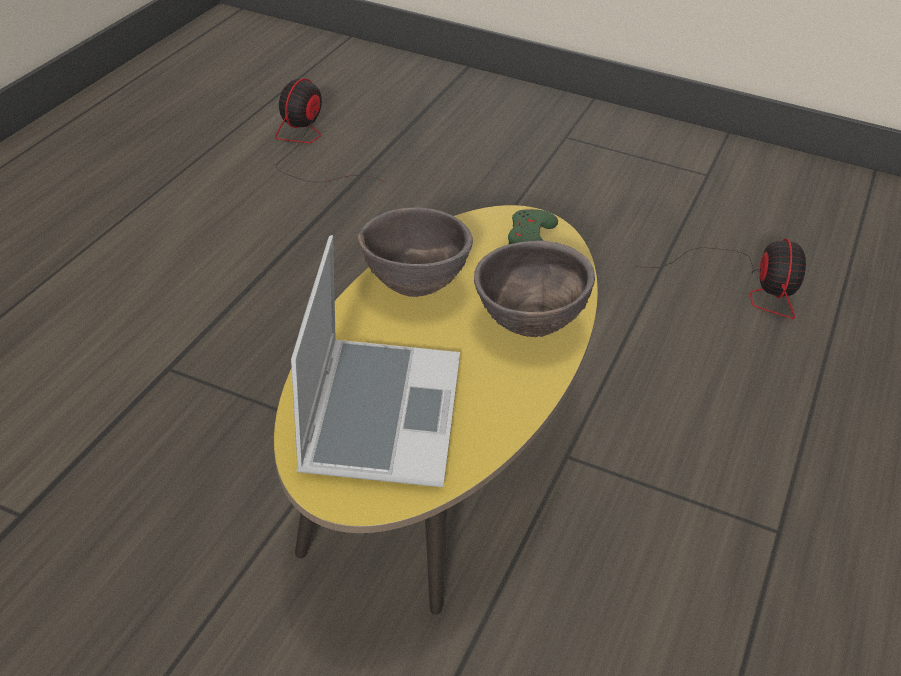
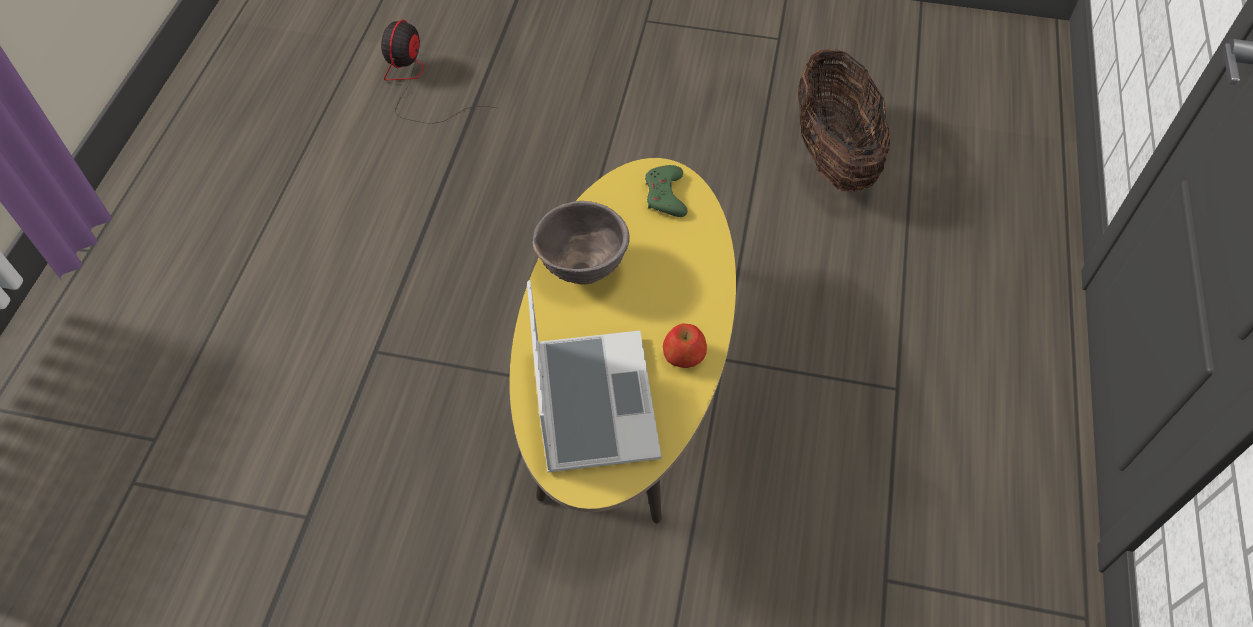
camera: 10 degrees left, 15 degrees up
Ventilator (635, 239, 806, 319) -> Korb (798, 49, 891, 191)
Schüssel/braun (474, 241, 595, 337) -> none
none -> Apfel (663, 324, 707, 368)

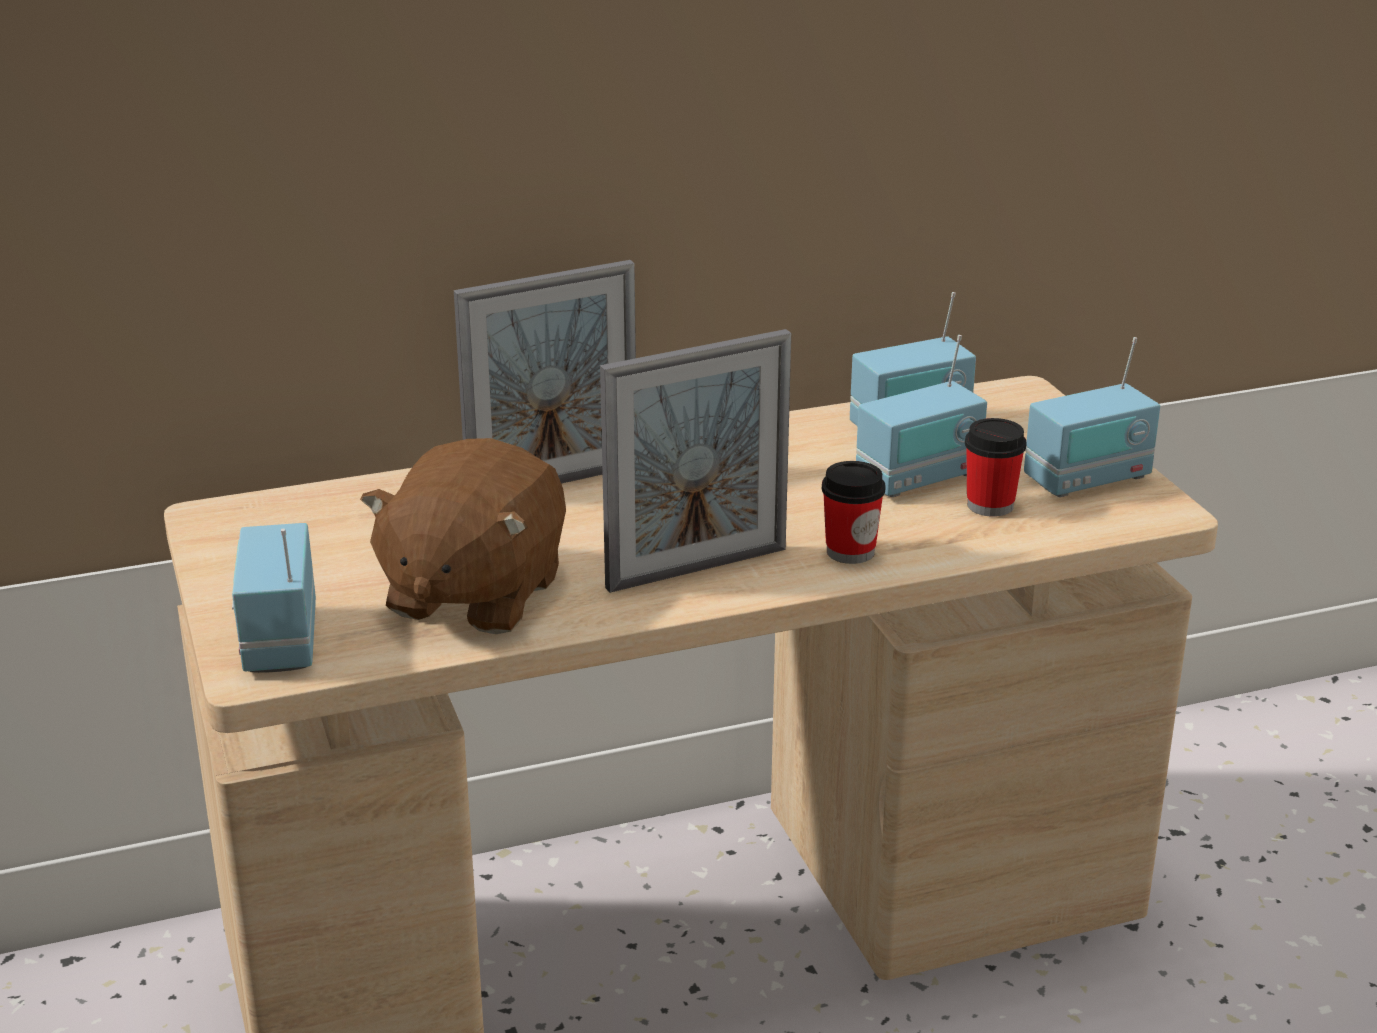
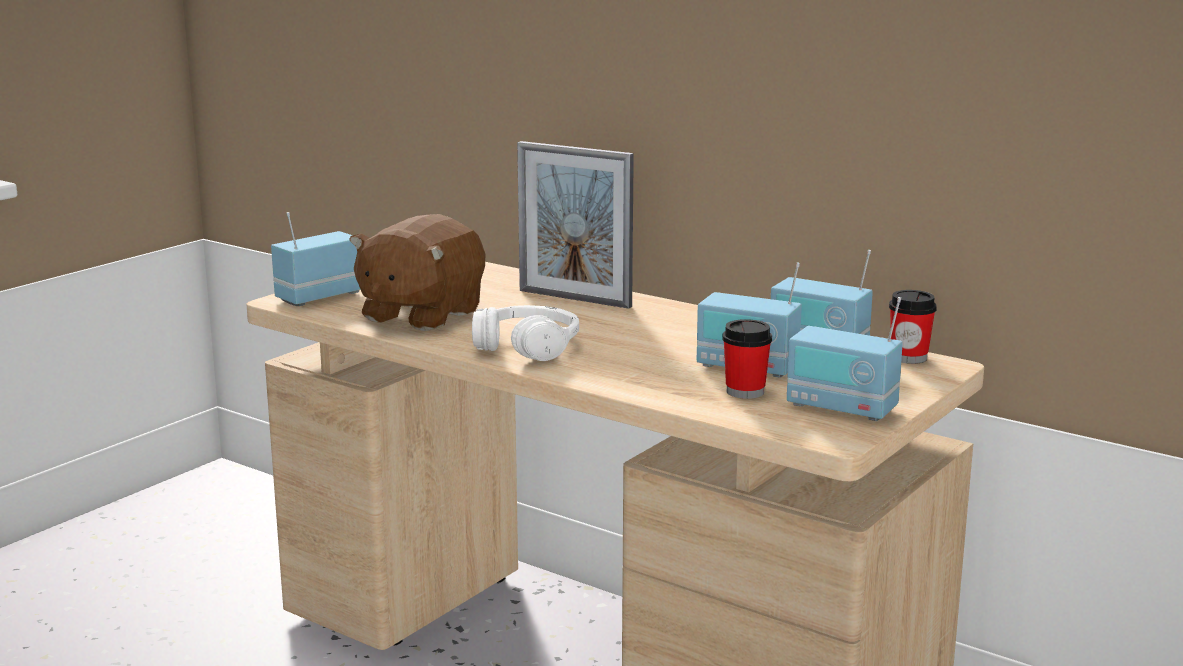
camera: 55 degrees right, 10 degrees down
Bilderrahmen (600, 329, 791, 593) -> Kopfhörer/weiß (472, 305, 579, 361)
Plüschtier/braun (360, 438, 566, 634) -> Plüschtier/braun (349, 214, 485, 331), 45 degrees counterclockwise
Tasse (822, 461, 886, 564) -> Tasse (889, 290, 937, 364), moved

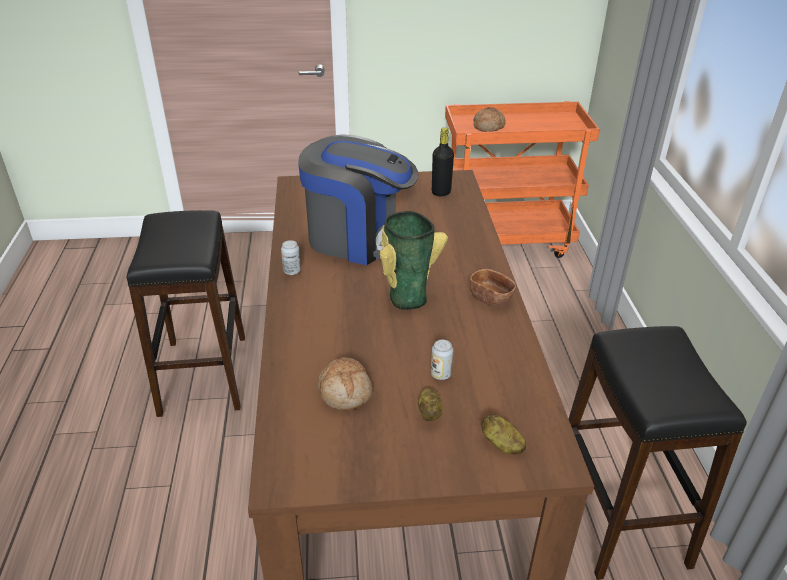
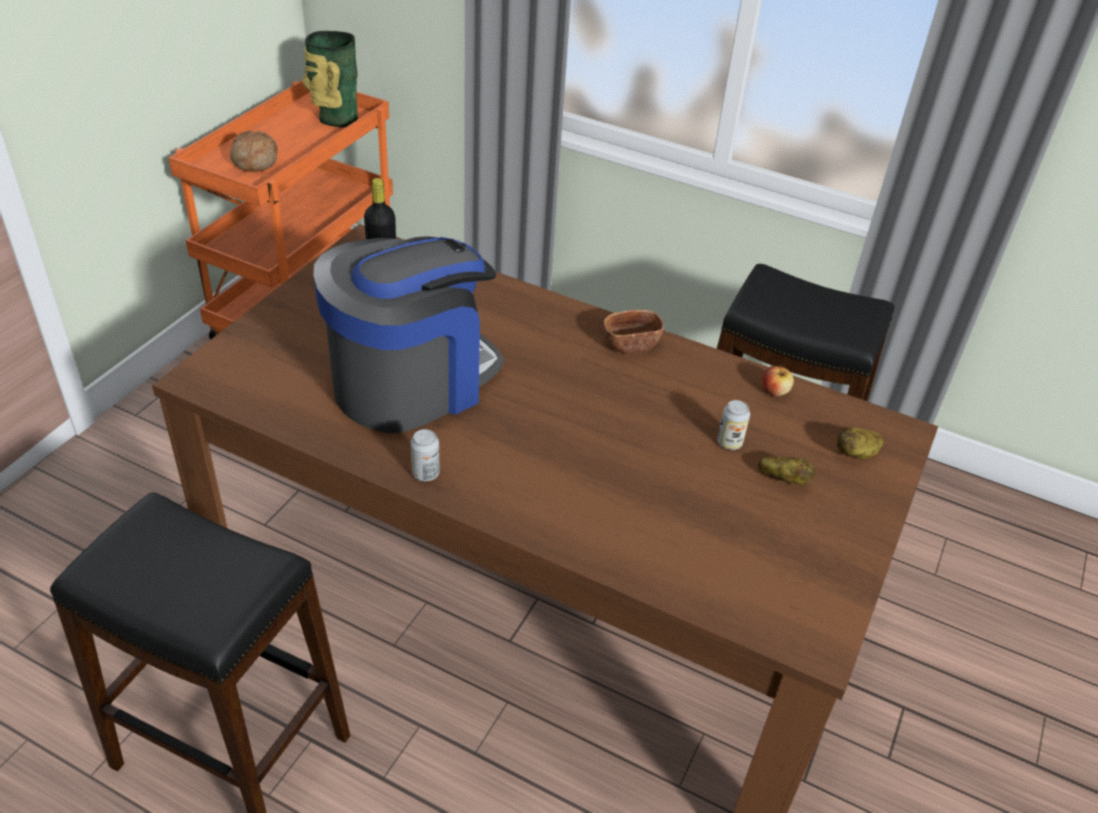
camera: 60 degrees left, 5 degrees up
Vase (380, 211, 448, 310) -> Vase (303, 31, 358, 127), moved
Brot (318, 357, 373, 410) -> none
none -> Apfel (763, 365, 794, 396)

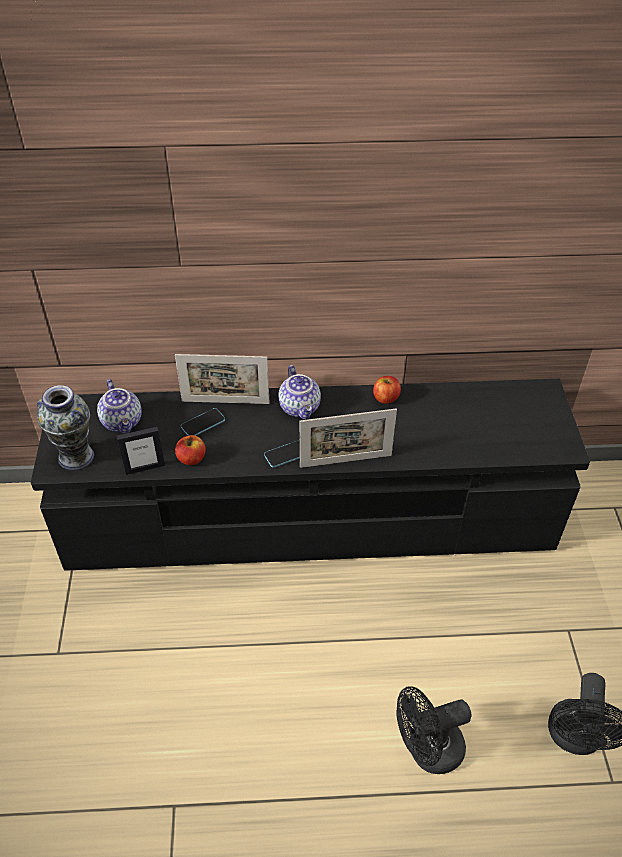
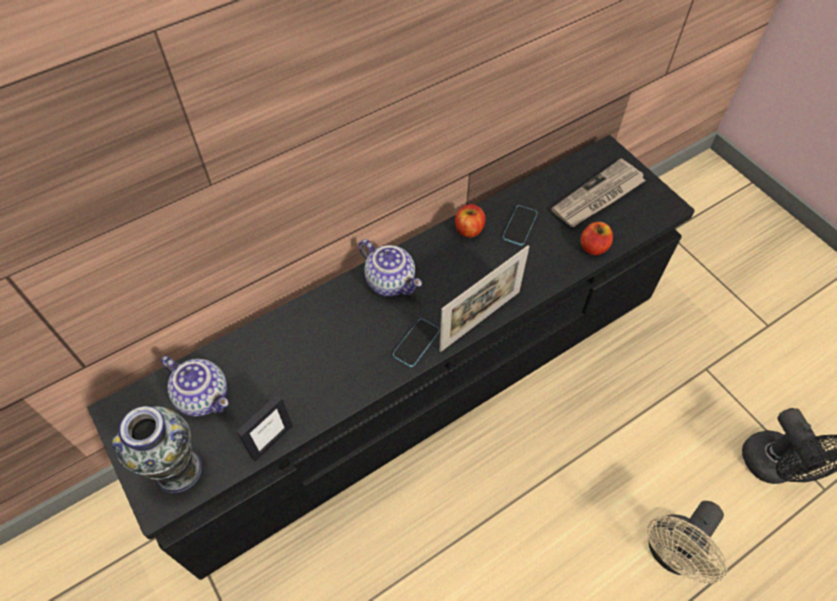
camera: 30 degrees left, 10 degrees up
Bilderrahmen (175, 354, 269, 404) -> none
Handy (181, 408, 225, 436) -> Handy (503, 205, 537, 246), moved
Apfel (175, 435, 206, 465) -> Apfel (580, 222, 613, 255), moved
Ventilator/schwarz (396, 686, 471, 774) -> Ventilator/beige (647, 501, 728, 583)
none -> Zeitung (551, 158, 646, 227)

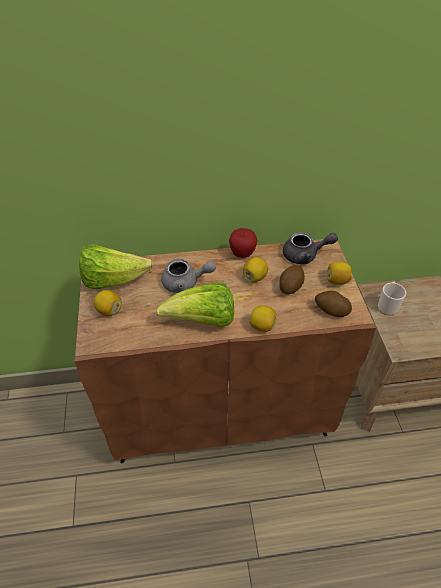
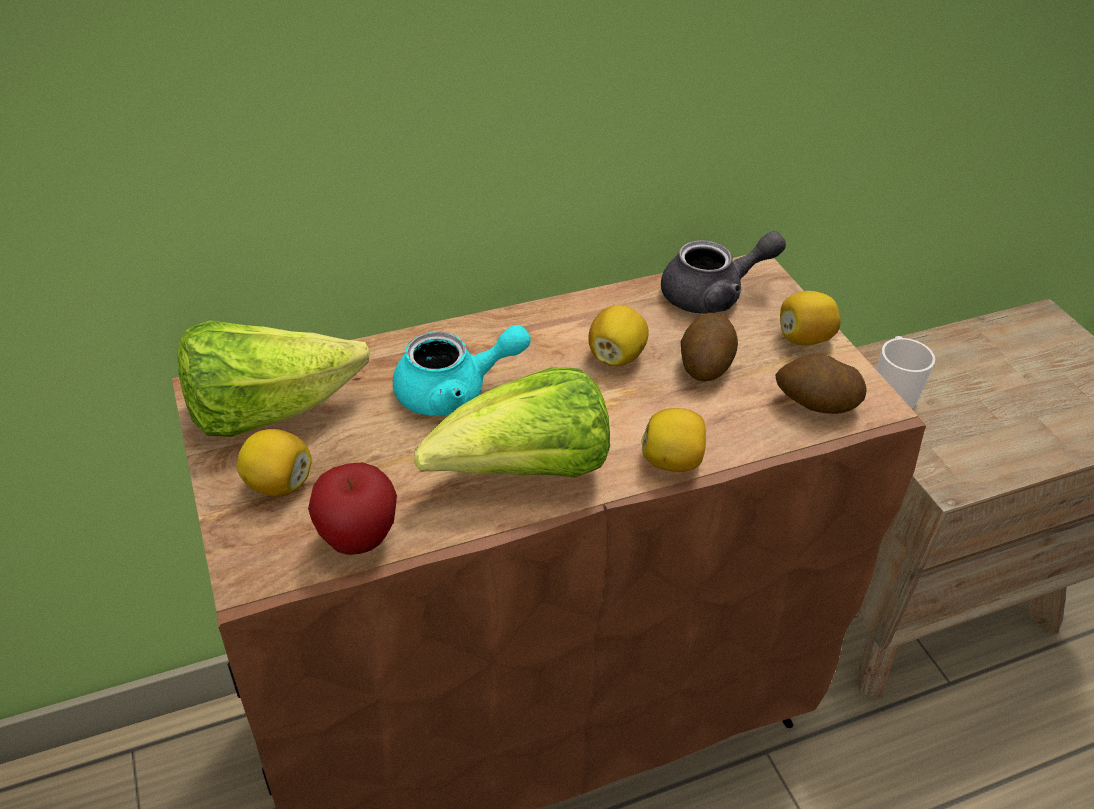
camera: 15 degrees left, 5 degrees down
Apfel (229, 228, 258, 258) -> Apfel (308, 462, 397, 555), moved
Teekanne/grau (161, 259, 216, 293) -> Teekanne/türkis (393, 325, 531, 416)

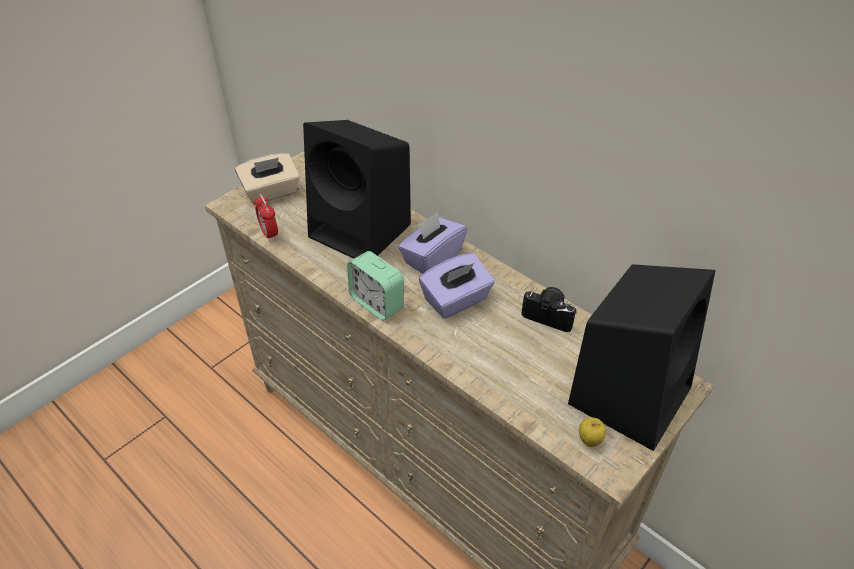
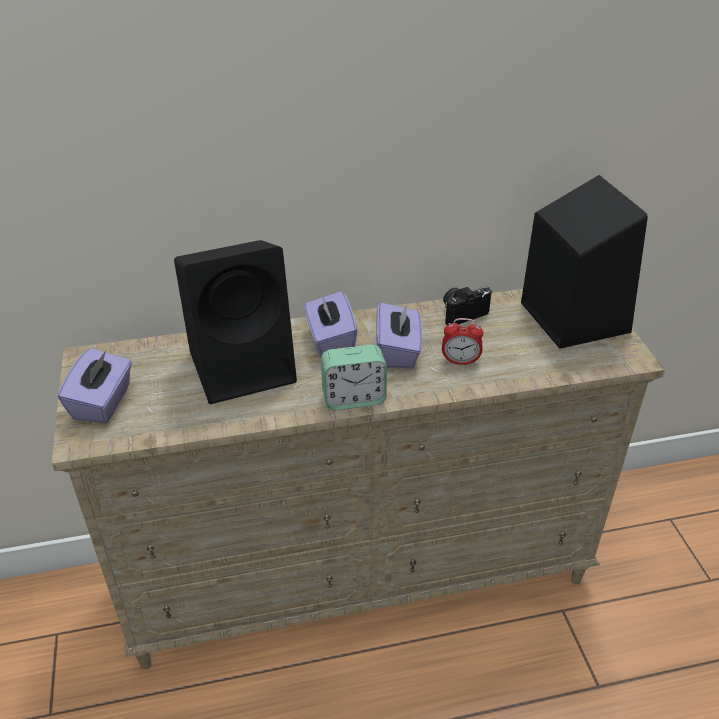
camera: 55 degrees left, 5 degrees down
Taschentuchbox/beige (235, 153, 300, 204) -> Taschentuchbox/lila (58, 348, 132, 423)
Wecker (254, 194, 278, 241) -> Wecker (442, 318, 483, 365), moved
Apfel (579, 418, 606, 447) -> none

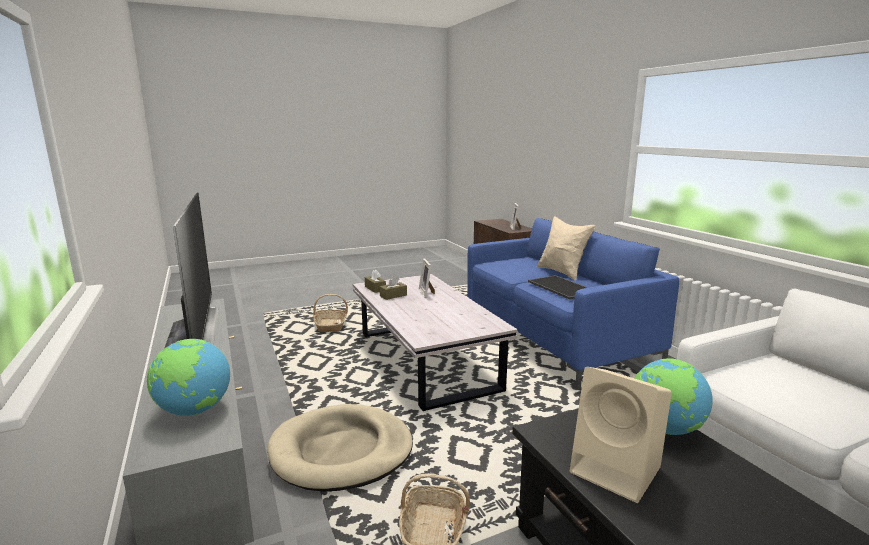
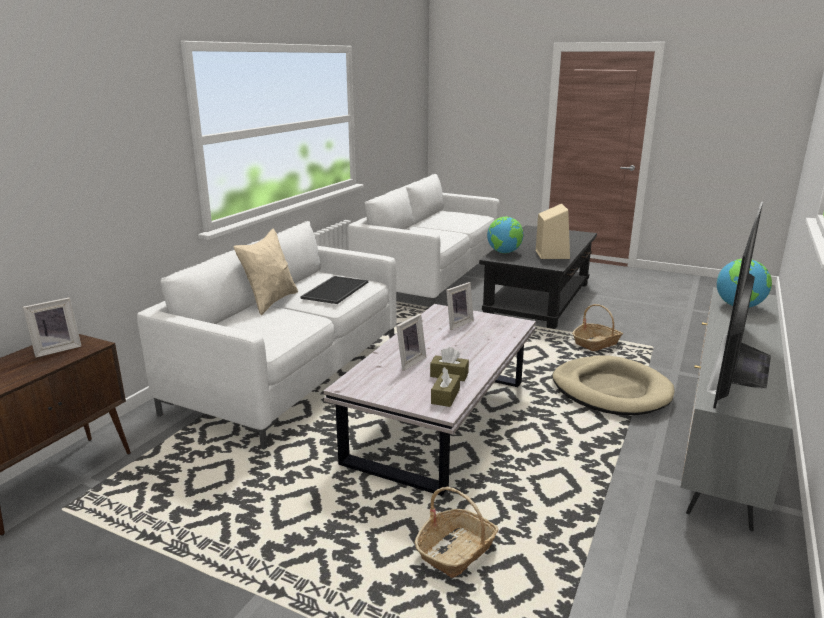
camera: 130 degrees left, 5 degrees up
Sofa/blau (467, 218, 679, 389) -> Sofa/weiß (137, 221, 397, 449)
none -> Bilderrahmen (446, 282, 474, 330)

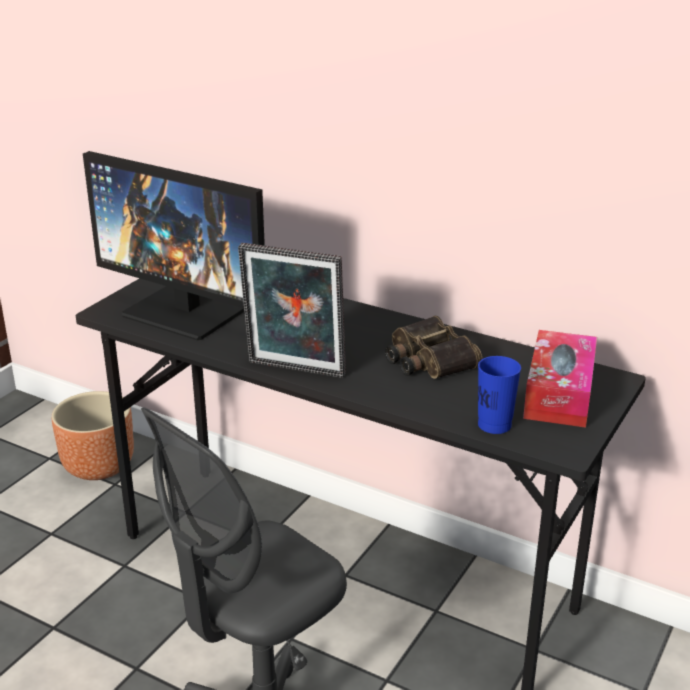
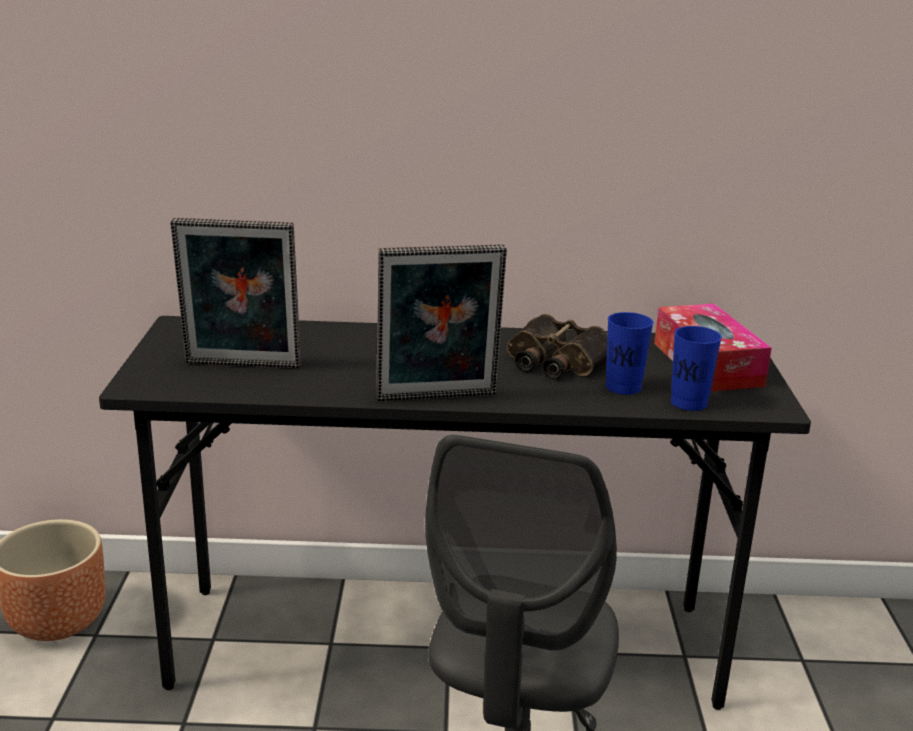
camera: 30 degrees left, 5 degrees down
Monitor (83, 151, 265, 340) -> Bilderrahmen (170, 218, 301, 368)
none -> Tasse/blau (606, 312, 653, 395)

